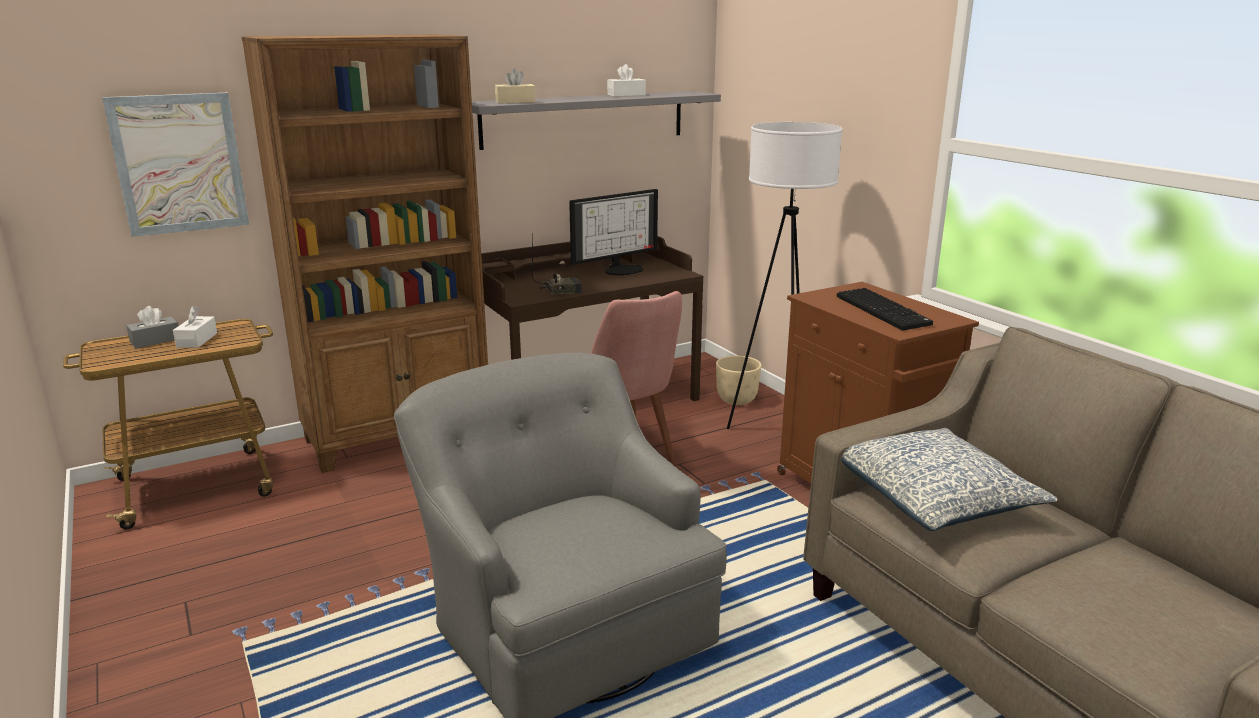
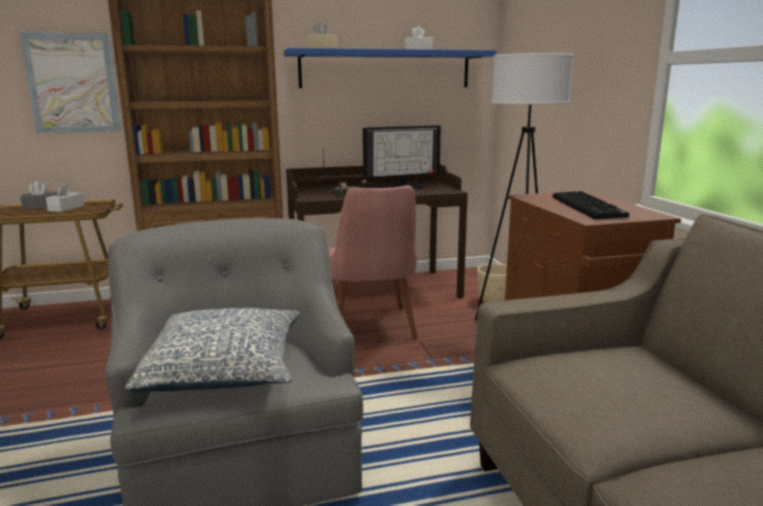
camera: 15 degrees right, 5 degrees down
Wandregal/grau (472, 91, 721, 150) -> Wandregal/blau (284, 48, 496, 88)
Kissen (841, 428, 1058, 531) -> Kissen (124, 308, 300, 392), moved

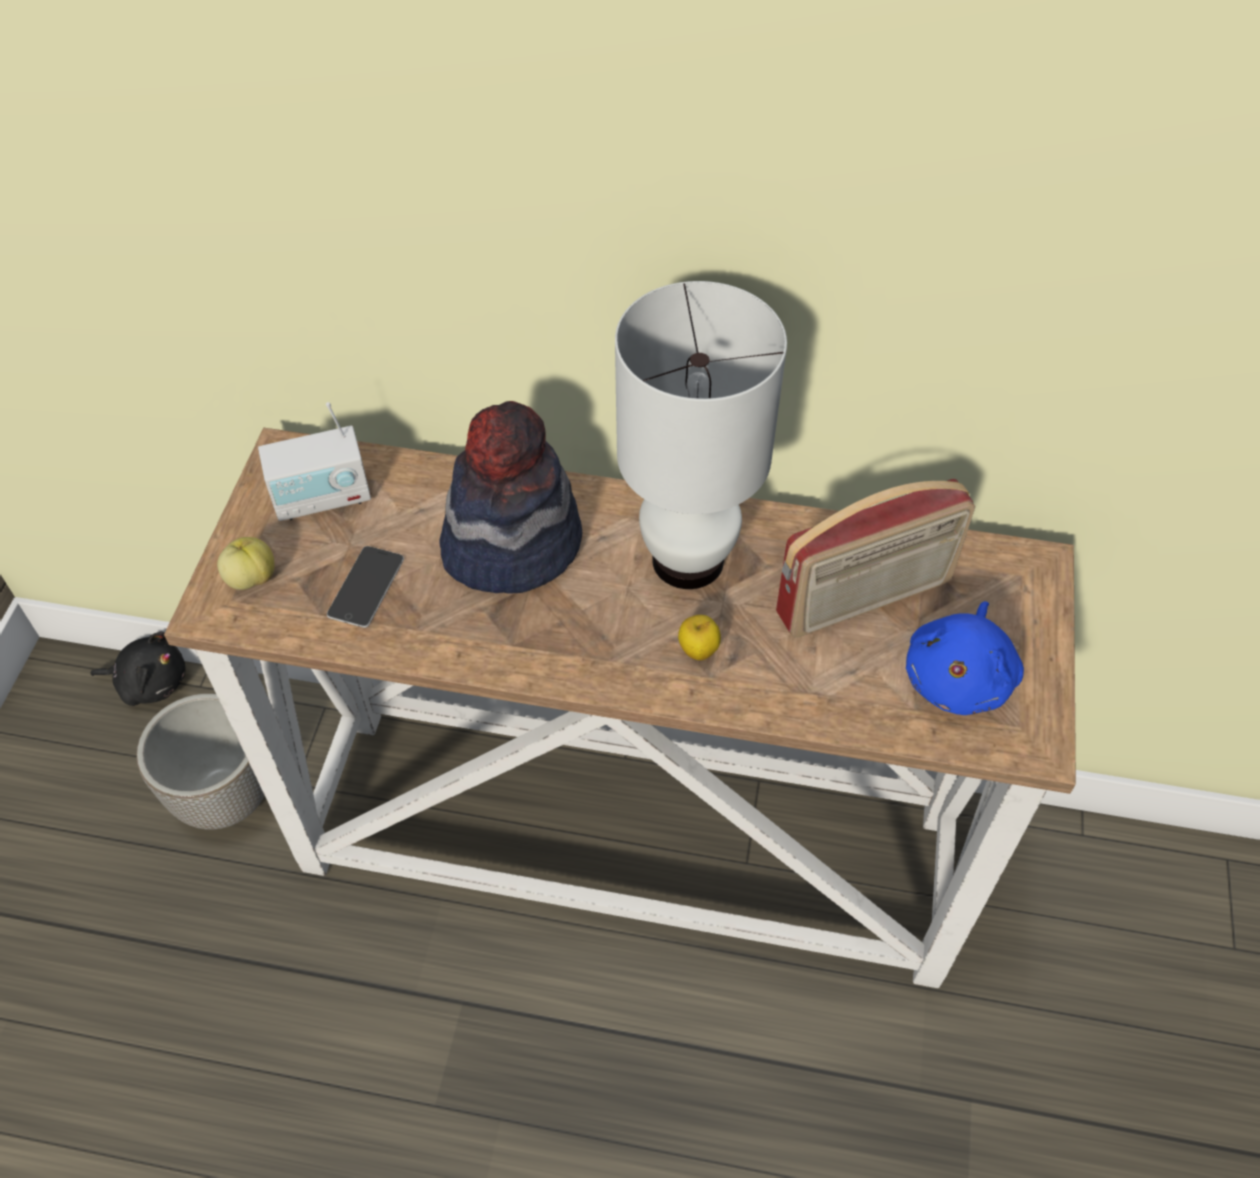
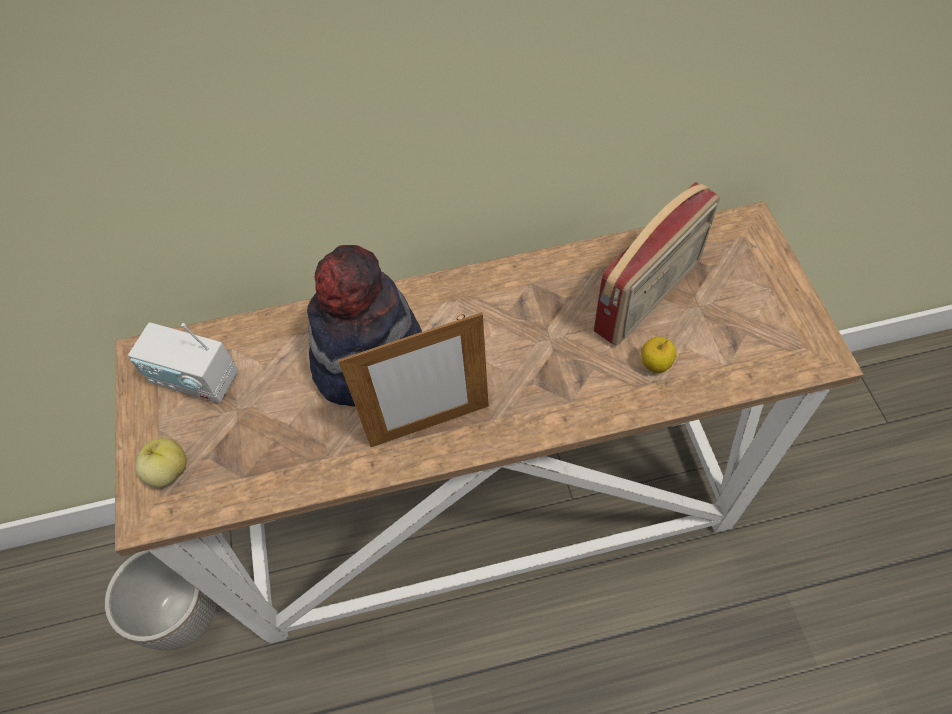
camera: 20 degrees left, 5 degrees up
Tischlampe/weiß (615, 281, 787, 589) -> none
Radio (258, 402, 371, 521) -> Radio (128, 322, 238, 403), 60 degrees clockwise
Handy (327, 546, 404, 628) -> none
Plüschtier/blau (906, 601, 1024, 715) -> none
Apfel (678, 615, 721, 661) -> Apfel (641, 337, 677, 373), moved
Plüschtier/schwarz (90, 632, 186, 706) -> none
none -> Bilderrahmen (338, 312, 489, 447)

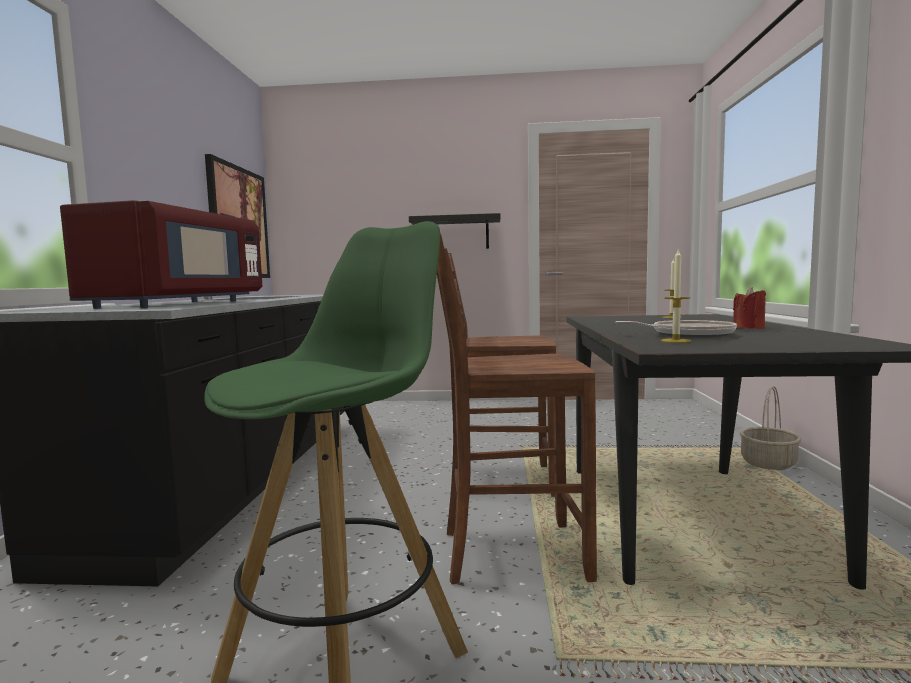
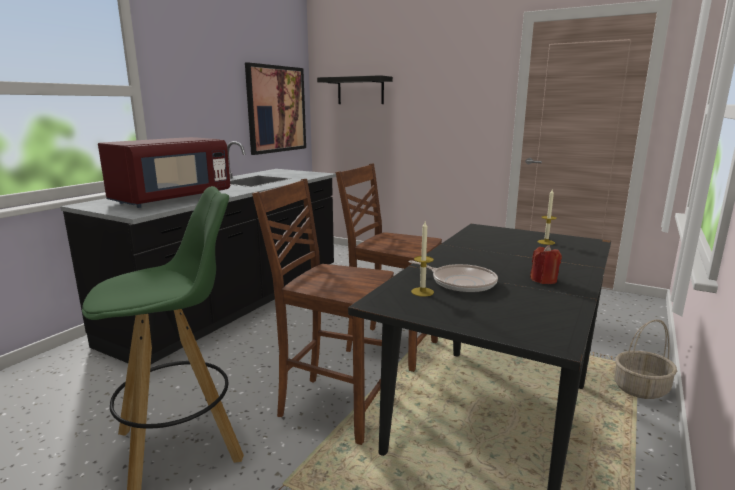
camera: 25 degrees right, 10 degrees up
Wandregal/schwarz (409, 213, 500, 249) -> Wandregal/schwarz (317, 75, 393, 104), moved

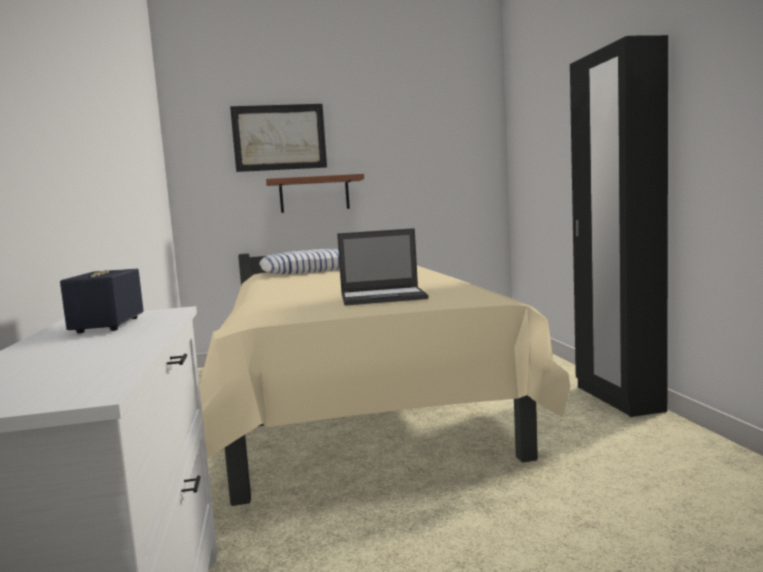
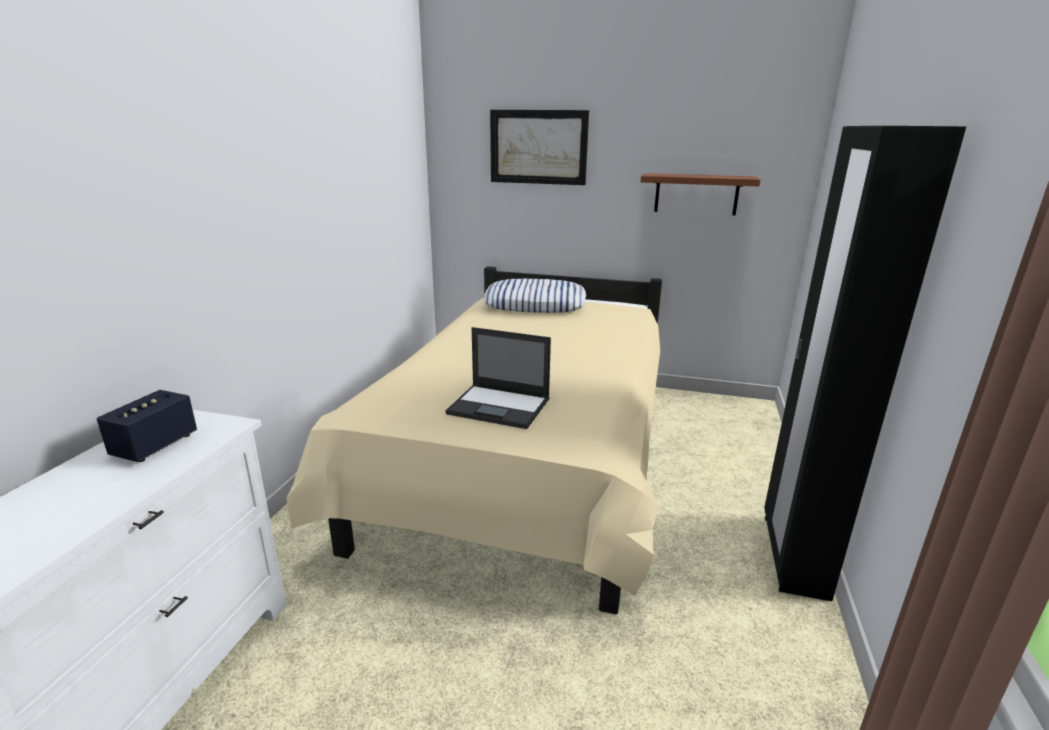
camera: 25 degrees right, 15 degrees up
Wandregal (266, 174, 364, 213) -> Wandregal (641, 173, 761, 215), moved

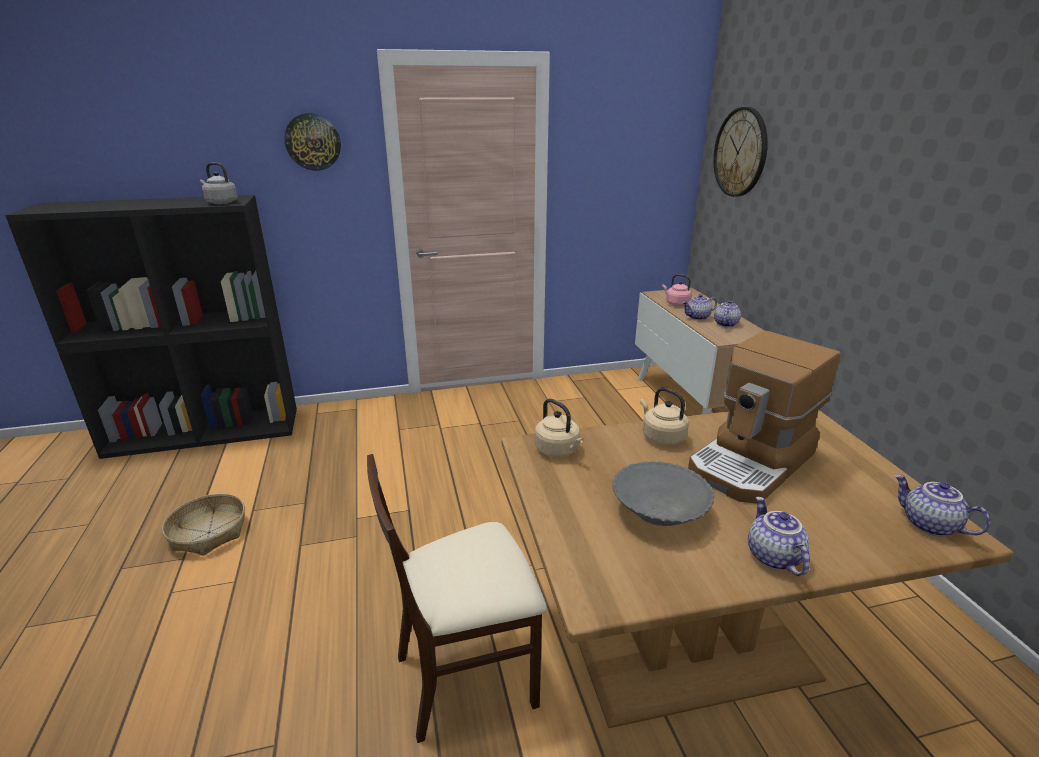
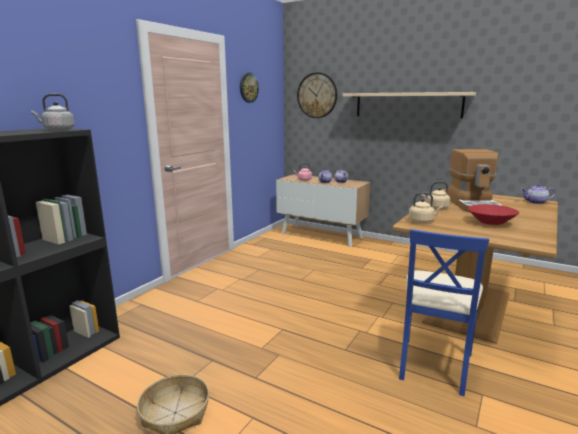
camera: 45 degrees left, 10 degrees down
Wanduhr (284, 113, 341, 171) -> Wanduhr (240, 73, 259, 103), moved
Stuhl/beige (367, 454, 547, 743) -> Stuhl/blau (399, 229, 489, 396)
Schüssel/grau (612, 461, 714, 526) -> Schüssel/rot (468, 204, 519, 225)
Teekanne (748, 497, 810, 576) -> none
none -> Wandregal/beige (343, 92, 476, 118)

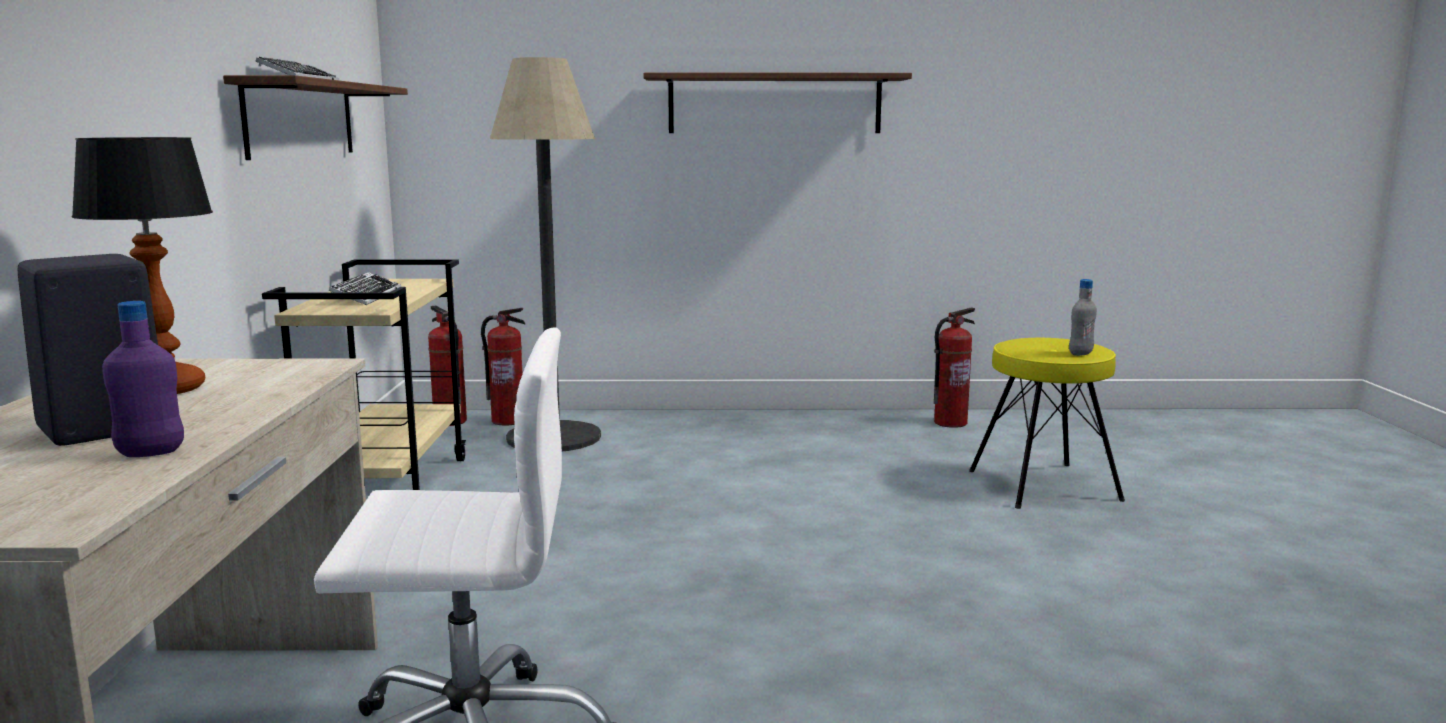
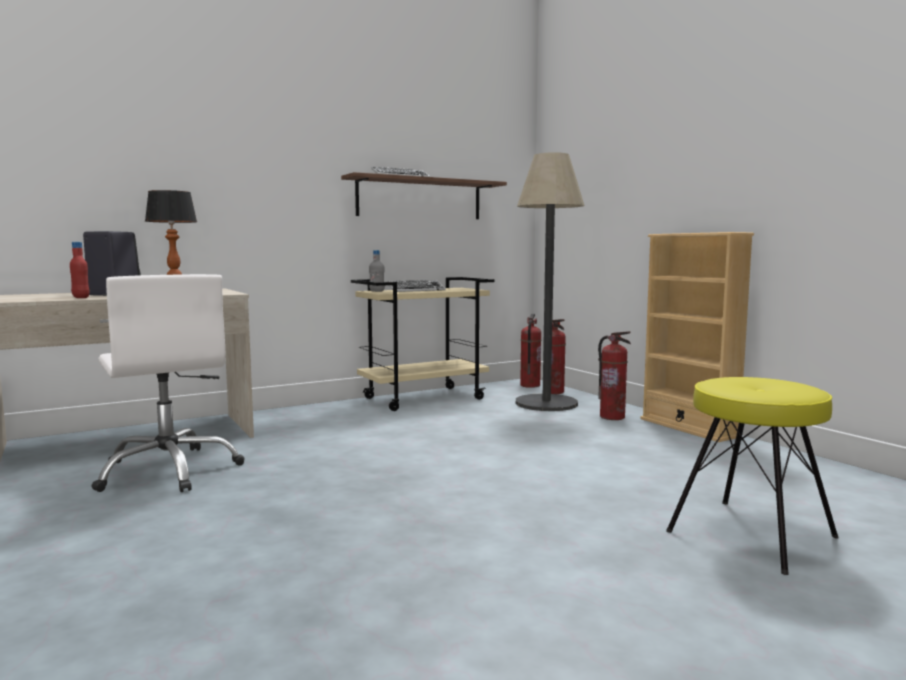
camera: 60 degrees right, 5 degrees down
Wandregal (644, 73, 912, 133) -> none
Flasche/grau (1069, 279, 1097, 356) -> Flasche/grau (369, 250, 385, 292), moved
Flasche/lila (102, 301, 184, 457) -> Flasche/rot (70, 242, 89, 298)
Feuerlöscher (934, 308, 975, 428) -> Feuerlöscher (598, 331, 631, 420), moved
none -> Bücherregal/beige (640, 232, 754, 442)

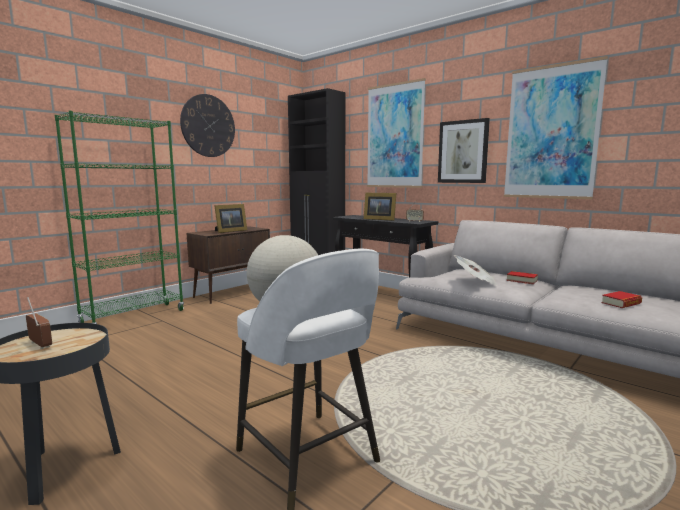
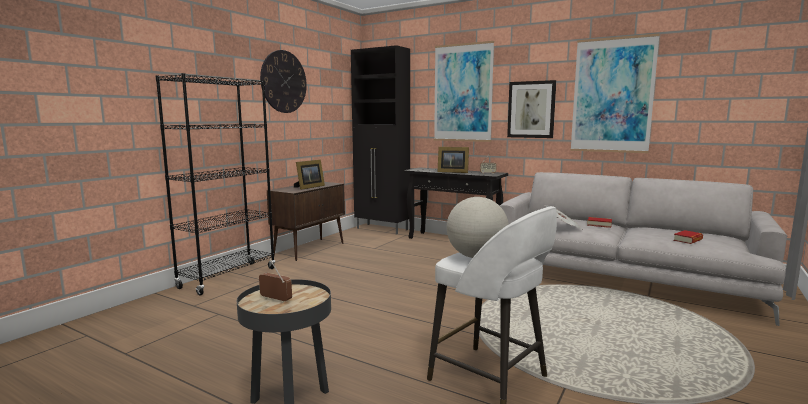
camera: 10 degrees left, 0 degrees up
Bücherregal/grün (55, 111, 184, 324) -> Bücherregal/schwarz (156, 73, 275, 296)

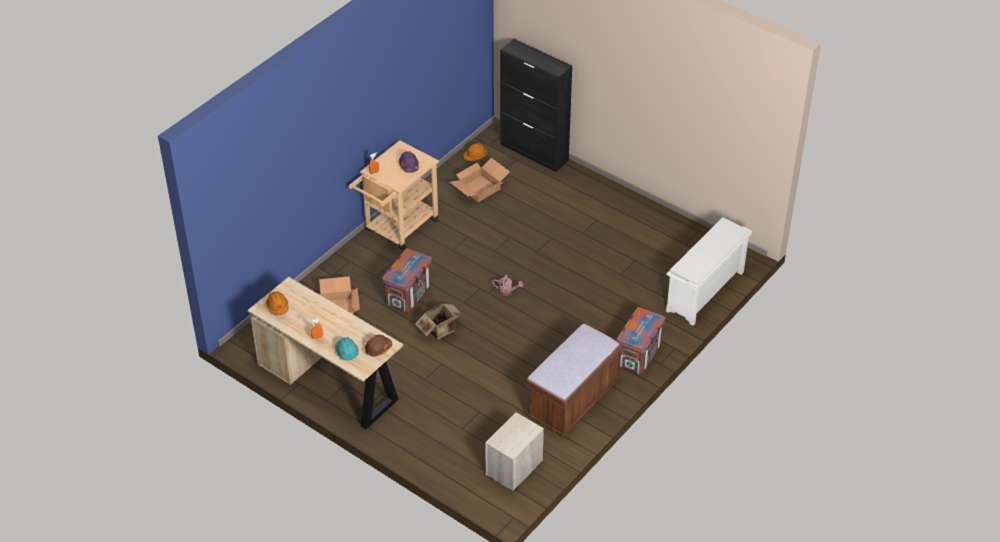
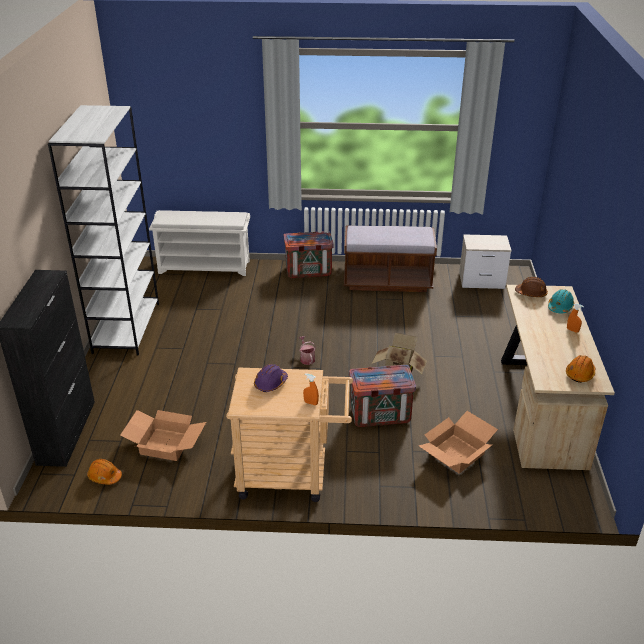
camera: 125 degrees left, 10 degrees down
none -> Bücherregal/weiß (48, 105, 159, 356)

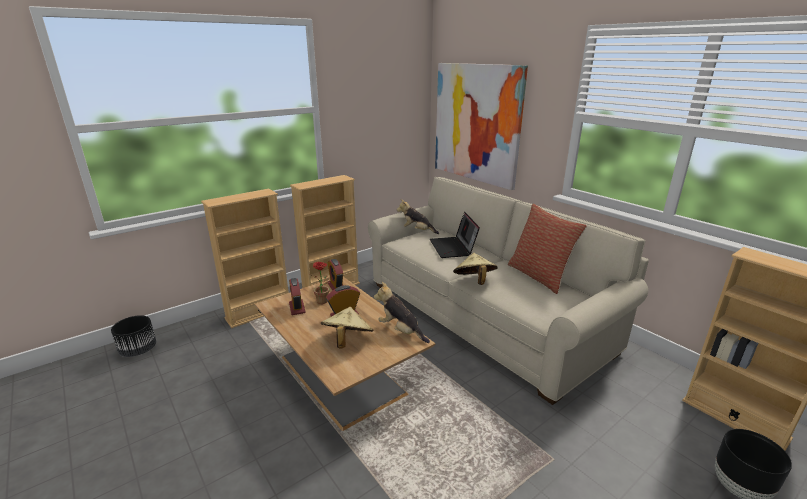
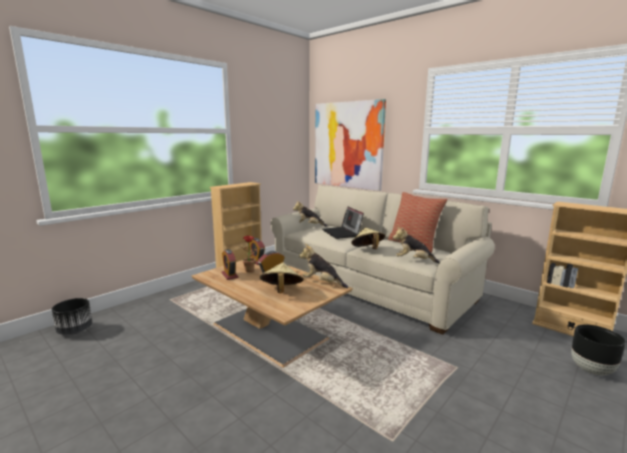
camera: 10 degrees left, 10 degrees down
Bücherregal/beige (201, 189, 289, 328) -> none
none -> Plüschtier (393, 226, 439, 263)

